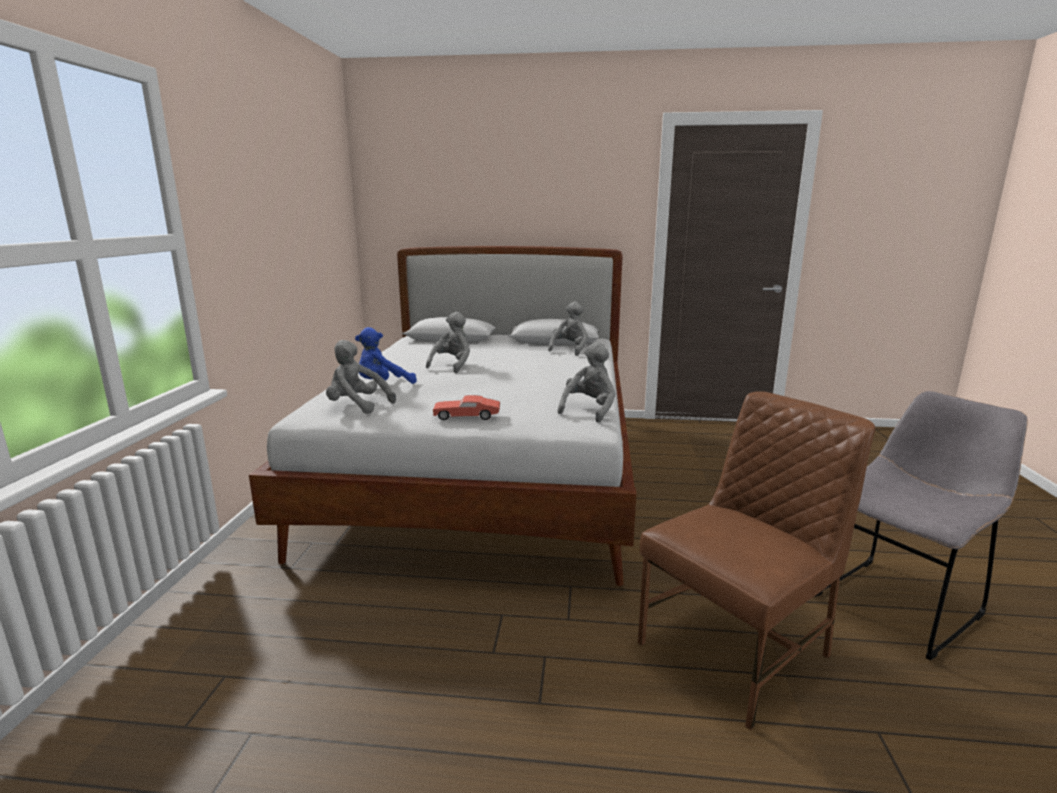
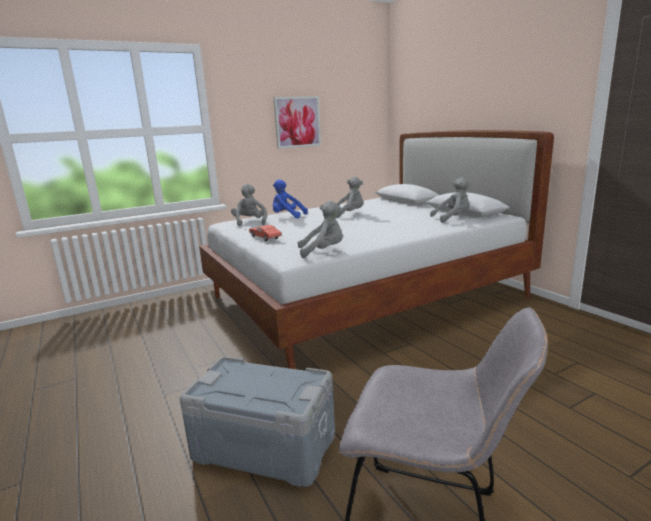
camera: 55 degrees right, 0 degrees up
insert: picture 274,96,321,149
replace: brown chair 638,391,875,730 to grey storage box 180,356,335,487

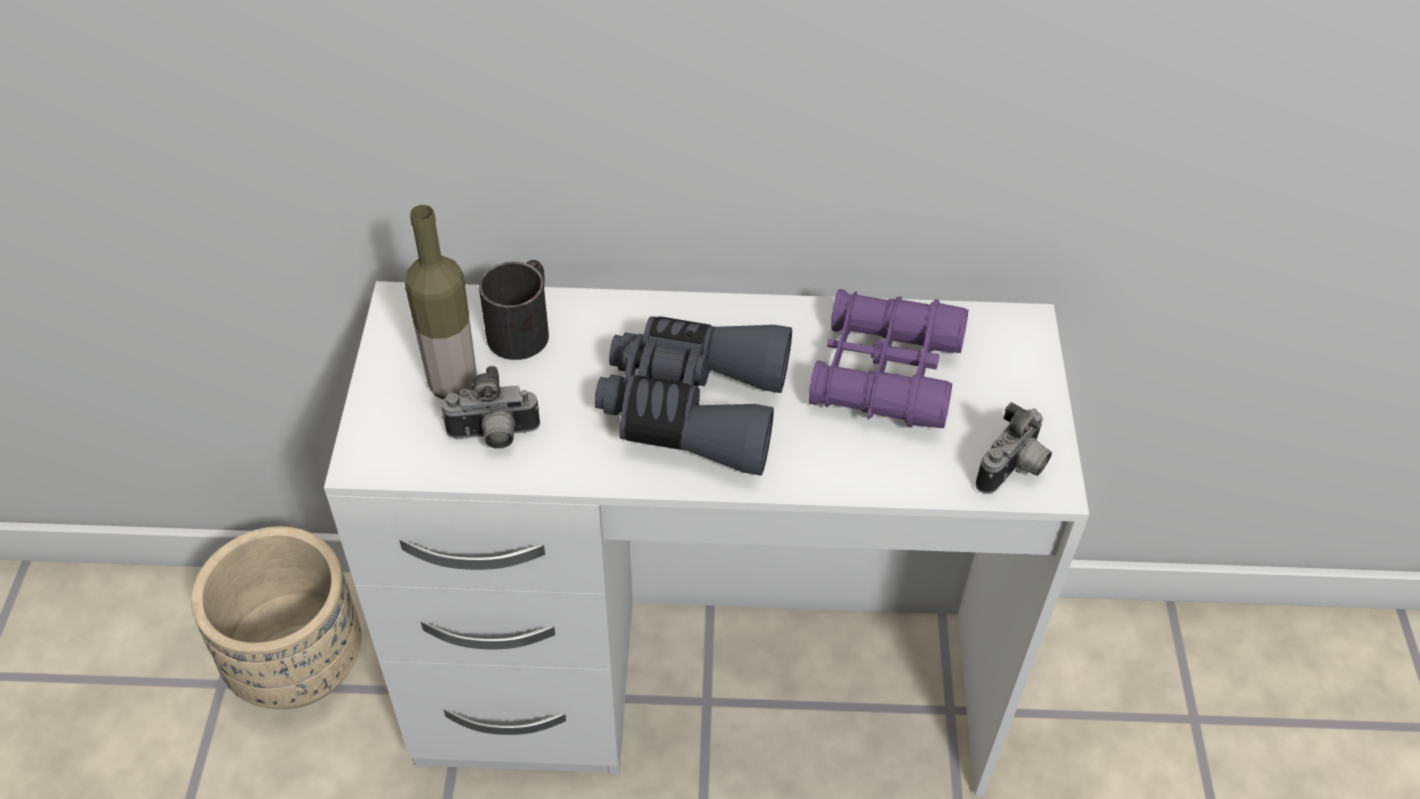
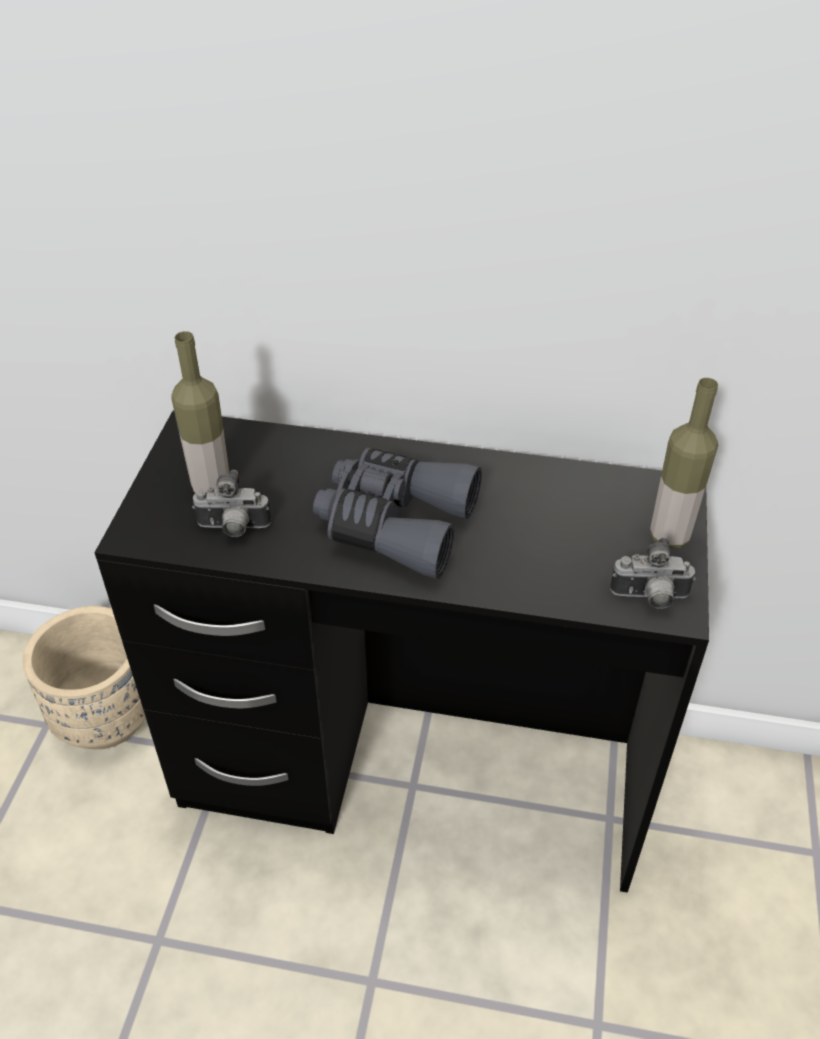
camera: 10 degrees right, 5 degrees down
delete: black mug 479,260,549,360; purple binoculars 809,289,968,429
insert: bottle 650,378,718,549
recolor: white desk 324,281,1089,797 to black desk 94,411,709,893
rotate: photo camera 975,402,1052,494 = 610,537,696,609 45 degrees clockwise

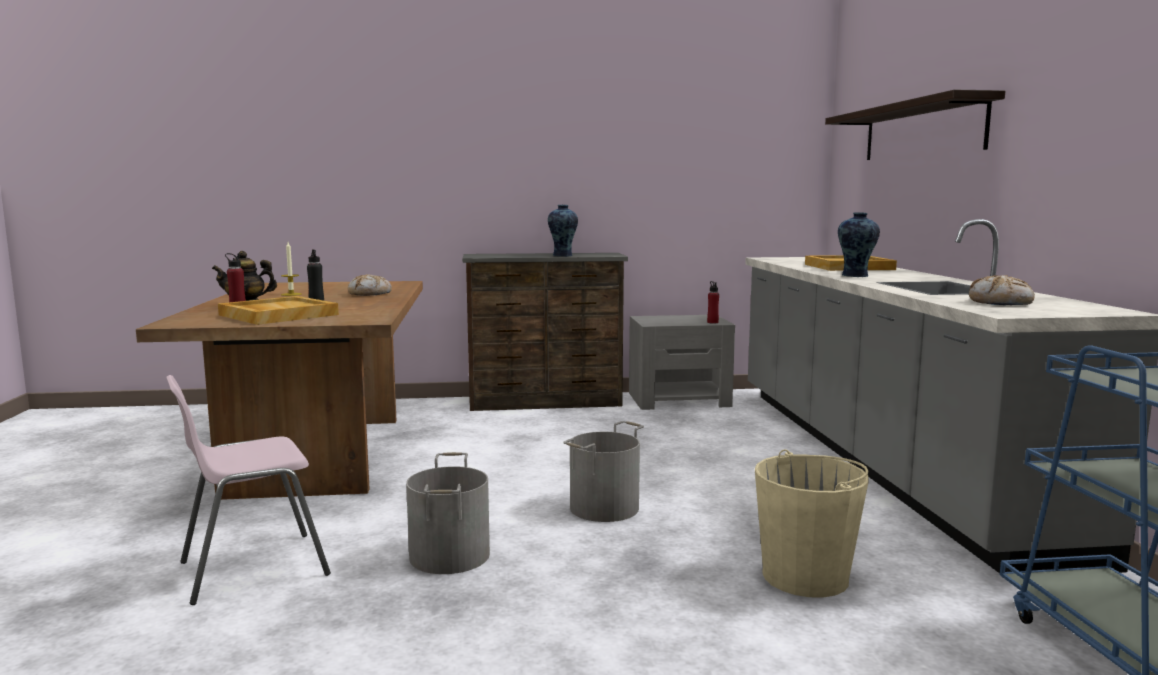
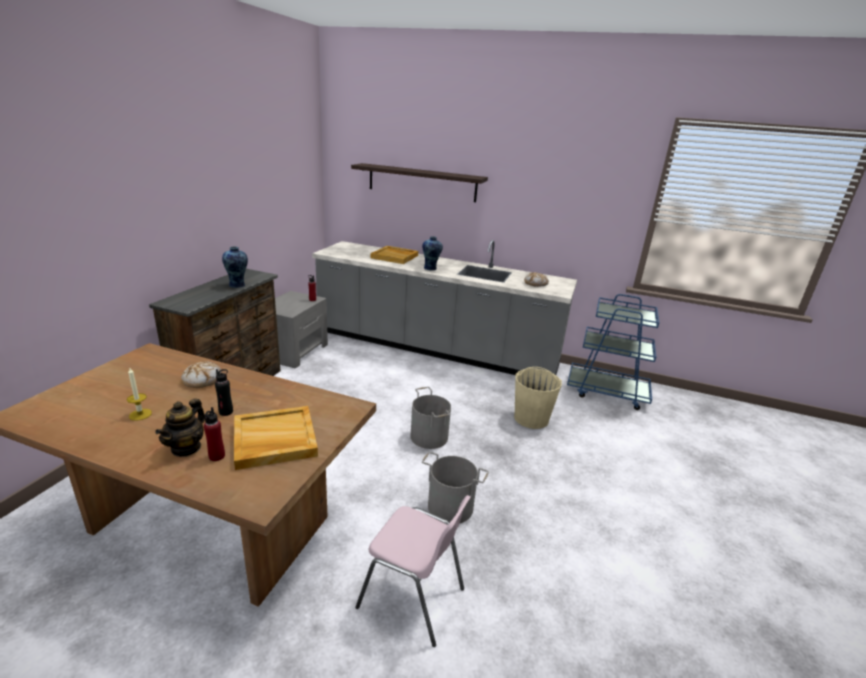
camera: 65 degrees left, 15 degrees up
rotate: pink chair 166,375,331,605 = 355,495,471,647 60 degrees counterclockwise

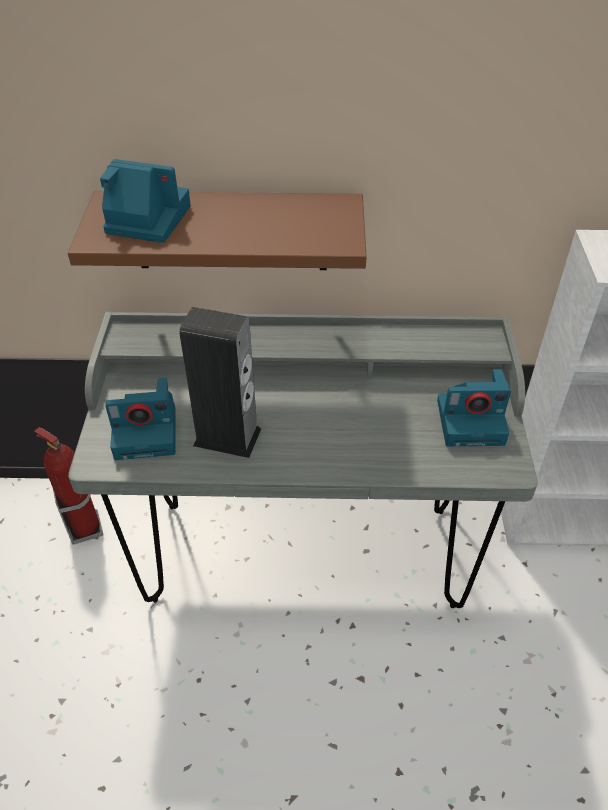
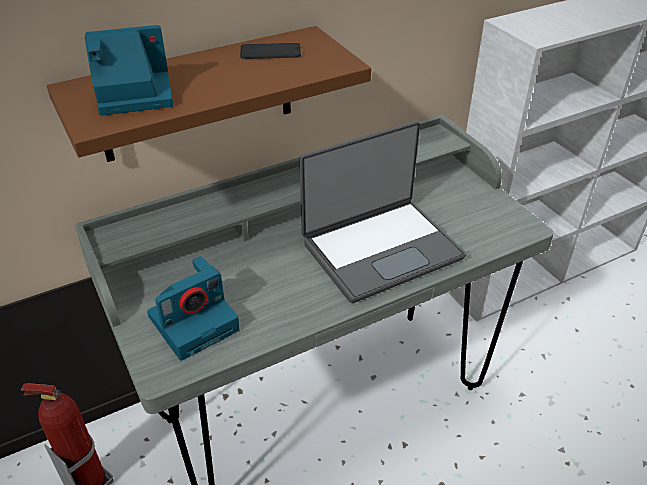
camera: 30 degrees left, 5 degrees down
delete: speaker 179,307,261,458; photo camera 437,369,511,446
insert: phone 240,43,301,59; laptop 299,121,467,303

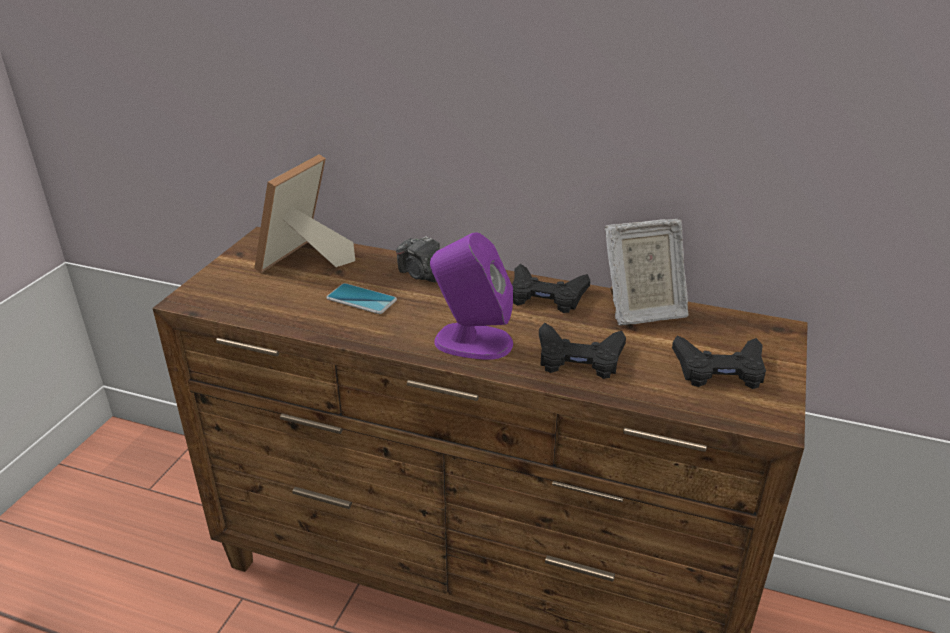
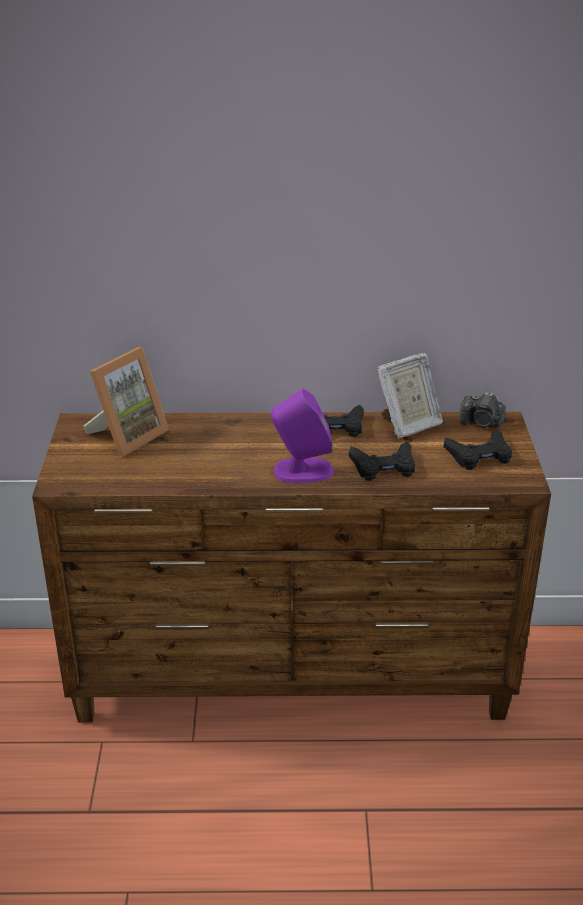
camera: 20 degrees left, 0 degrees up
delete: phone 326,283,397,314
move: photo camera 396,236,440,282 to 460,392,506,428
rotate: picture frame 254,154,355,273 = 84,347,169,457 150 degrees counterclockwise

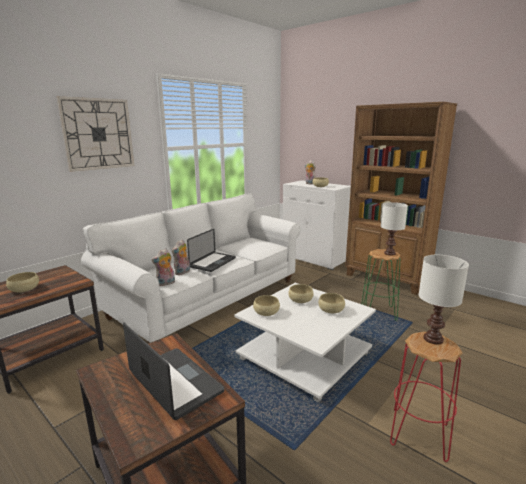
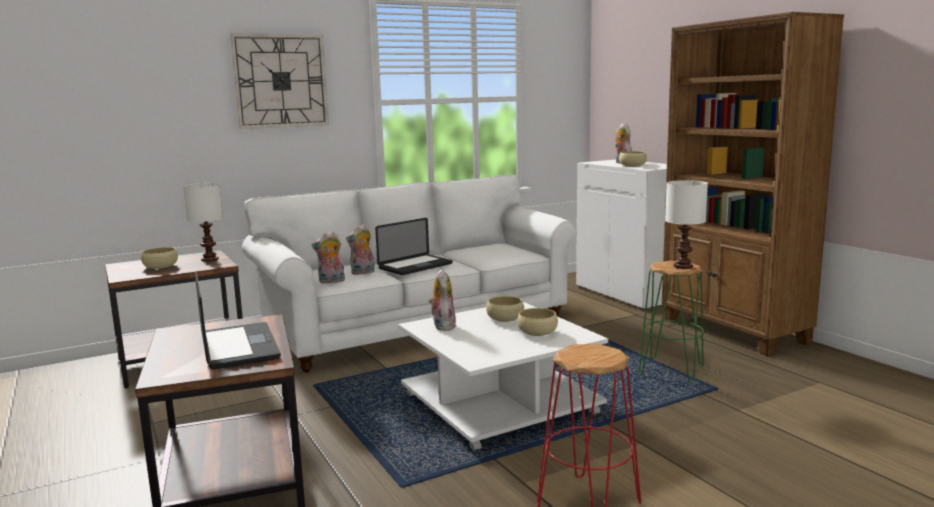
camera: 20 degrees right, 5 degrees down
move: white table lamp 419,255,469,344 to 183,183,224,262
replace: beige bowl 253,295,280,316 to plush toy 429,269,456,331

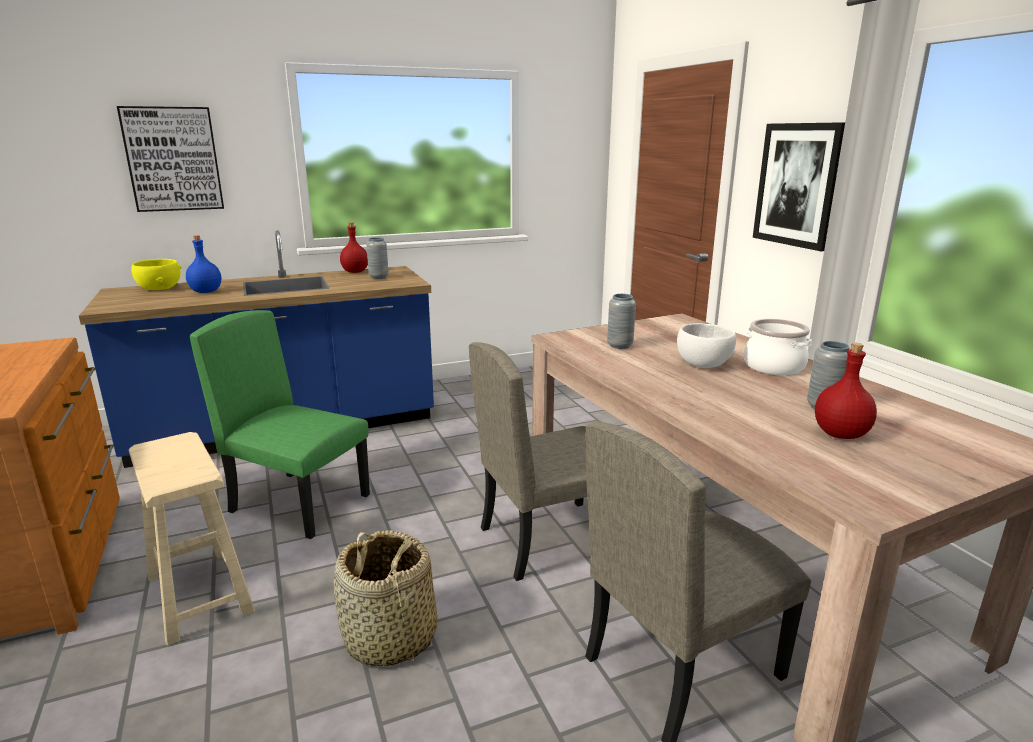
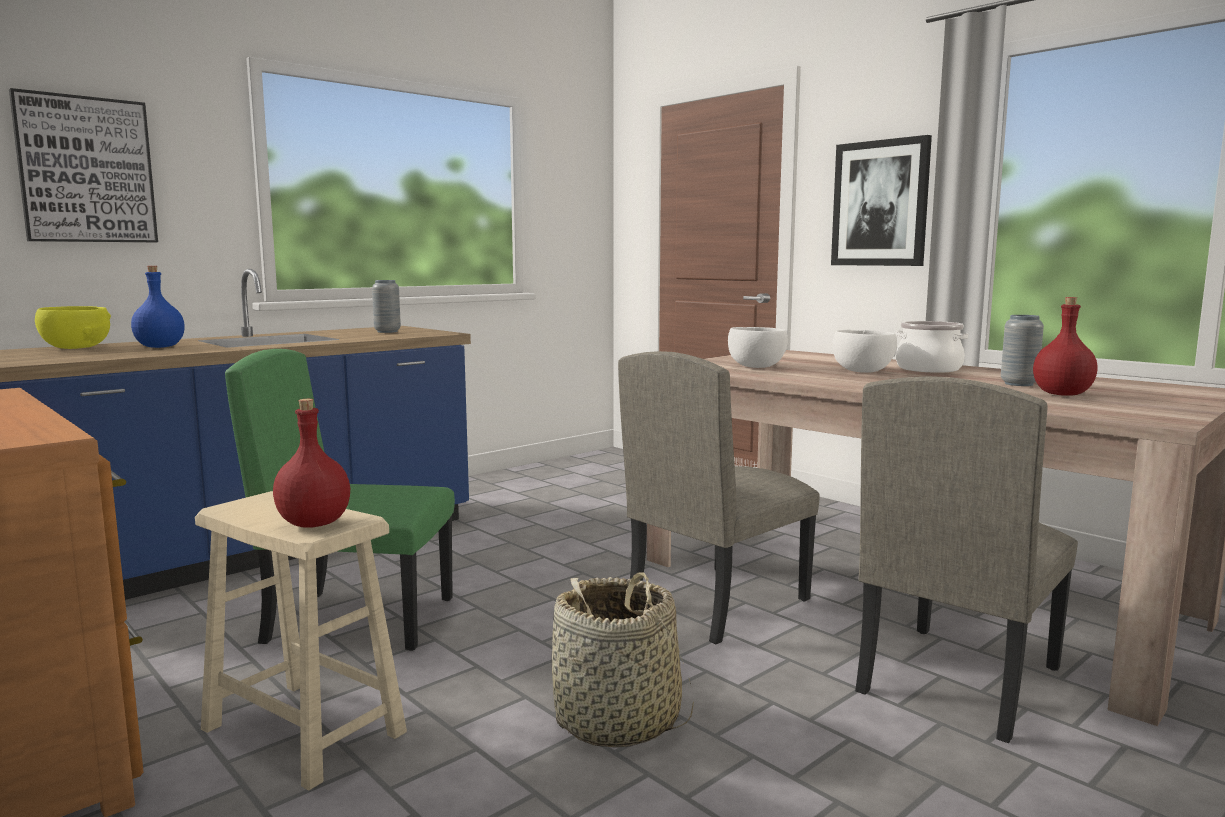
camera: 20 degrees left, 10 degrees down
move: red bottle 340,222,368,273 to 273,399,350,528
replace: grey vase 607,294,636,349 to white bowl 728,327,788,368

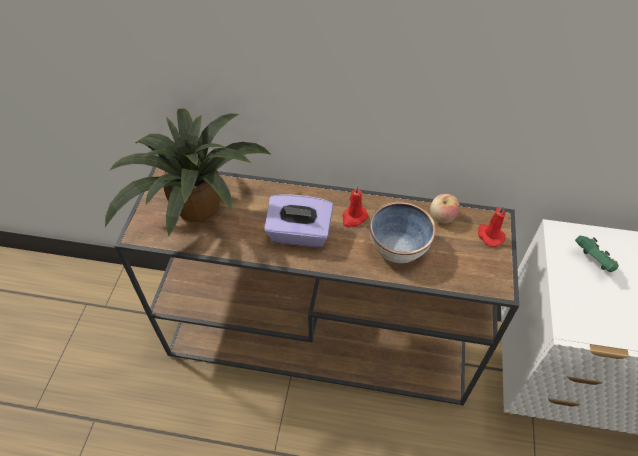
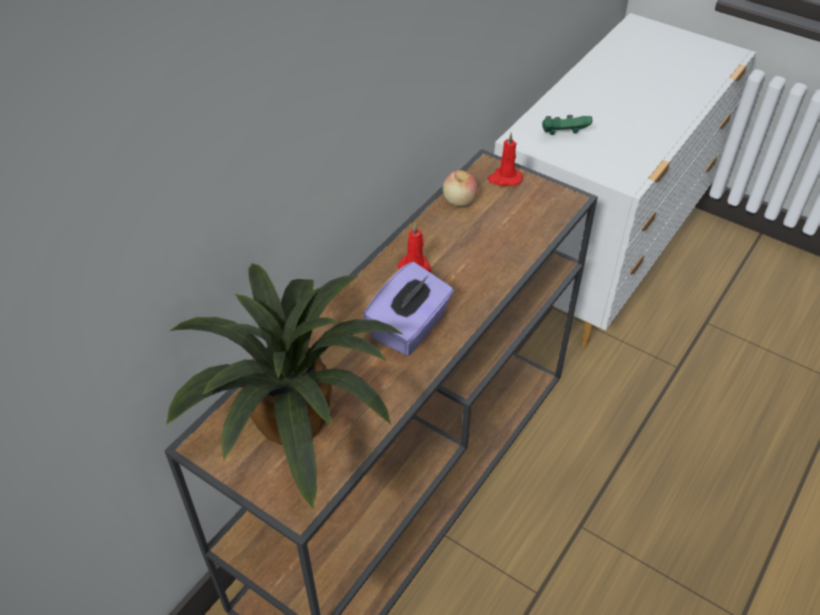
camera: 65 degrees left, 5 degrees down
delete: bowl 369,202,436,263

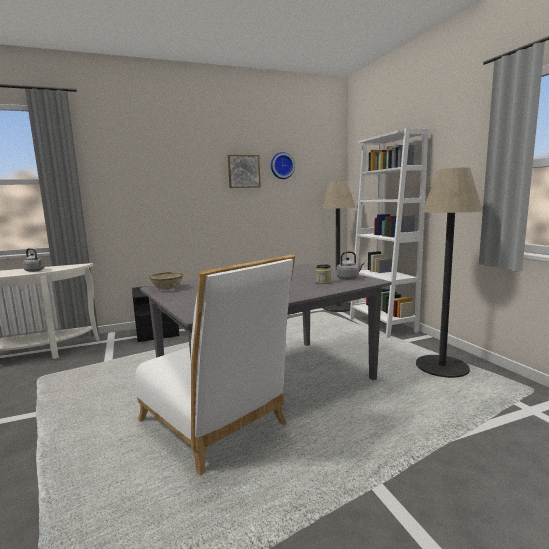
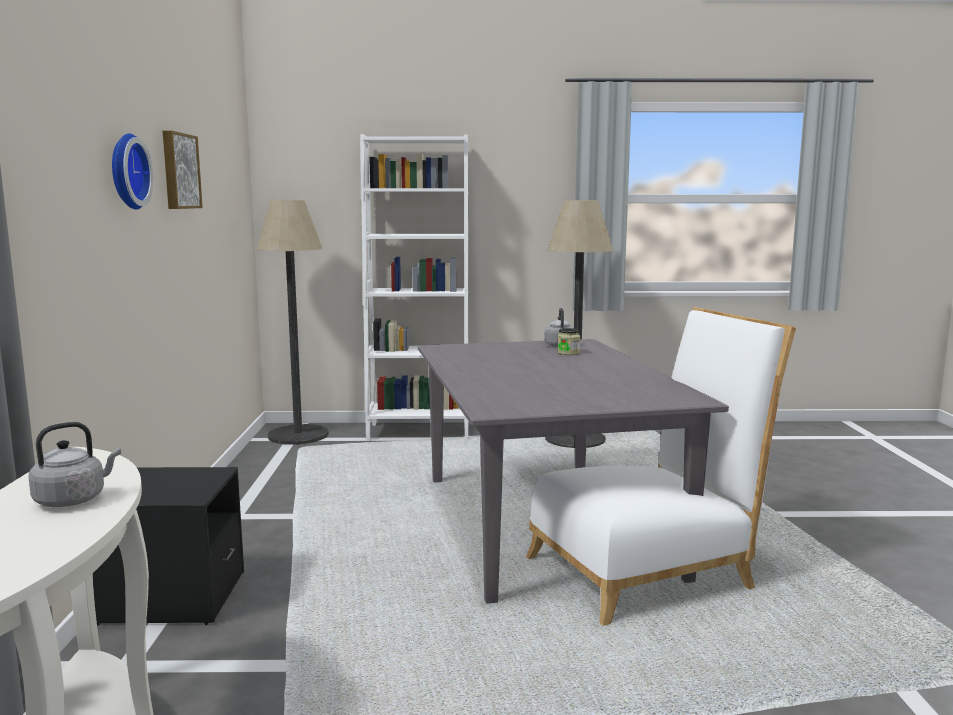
camera: 70 degrees left, 0 degrees up
delete: bowl 149,273,183,290
move: wall clock 271,152,295,179 to 112,133,153,210

